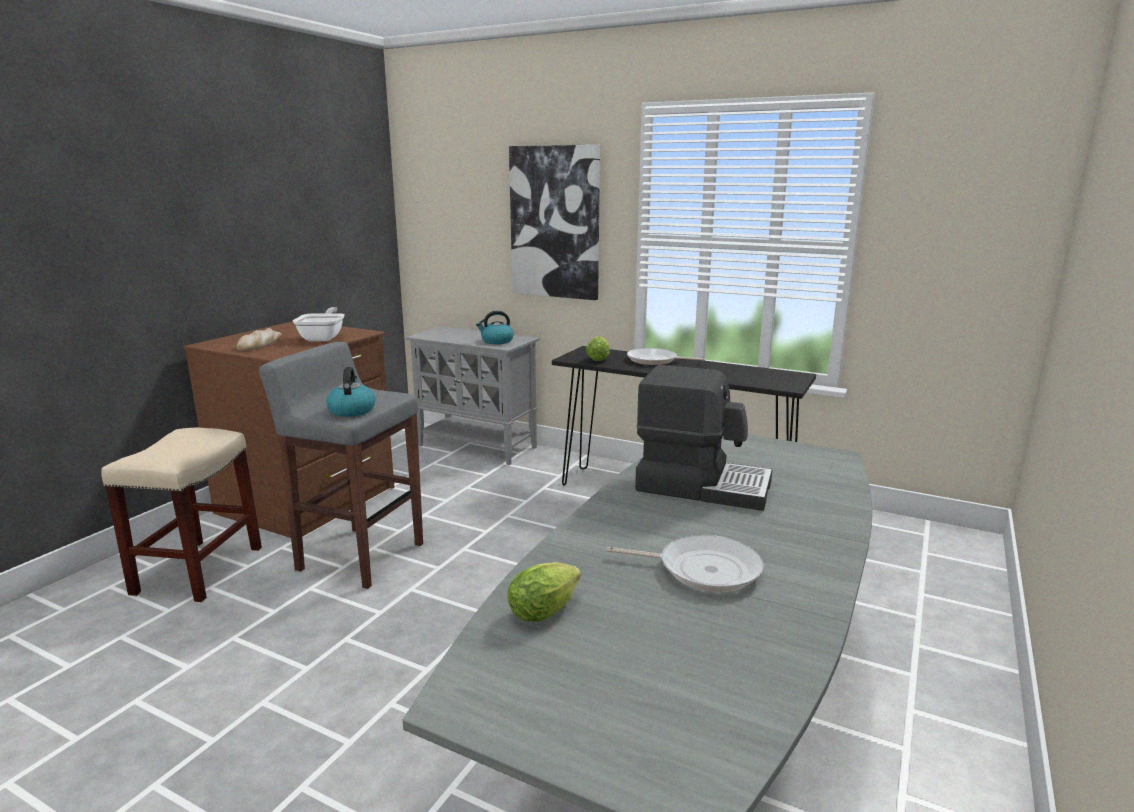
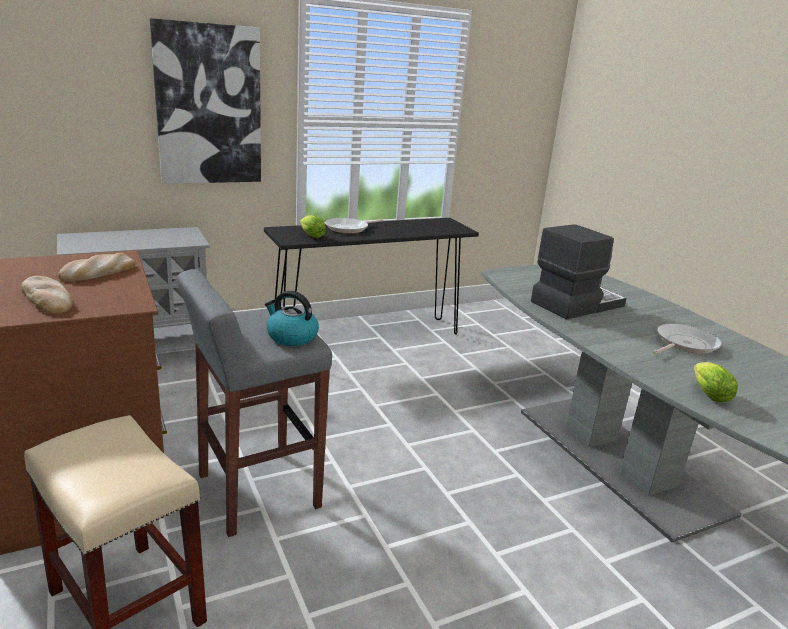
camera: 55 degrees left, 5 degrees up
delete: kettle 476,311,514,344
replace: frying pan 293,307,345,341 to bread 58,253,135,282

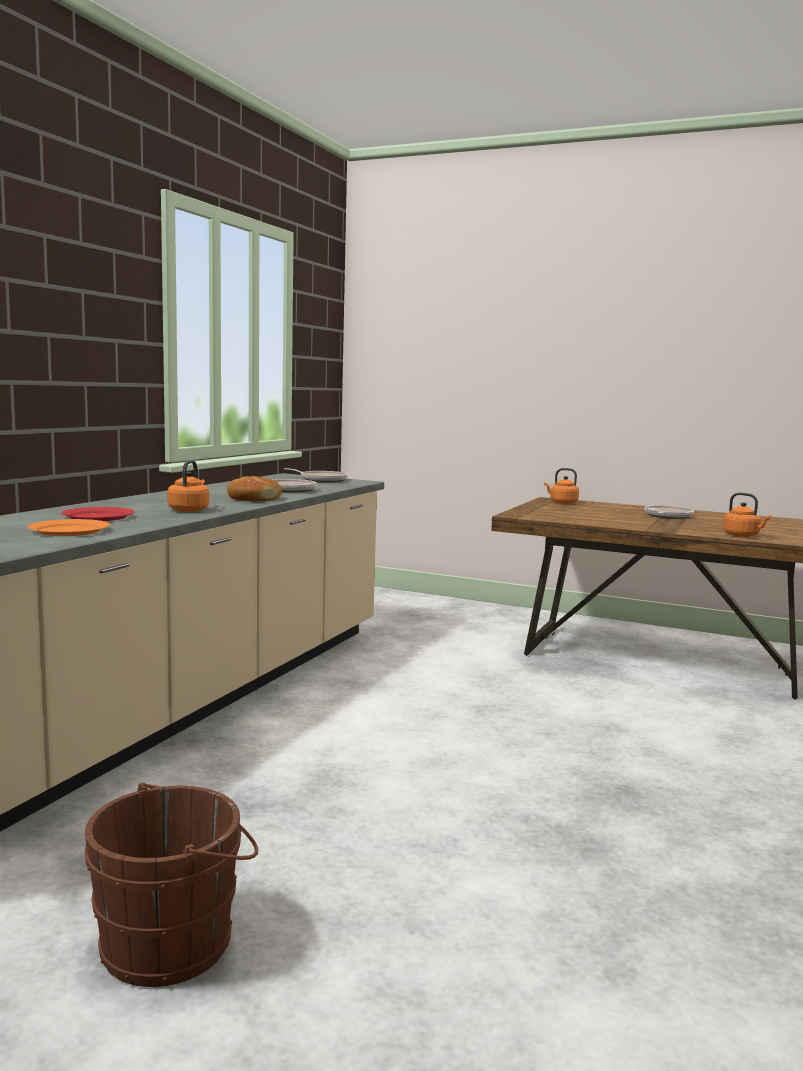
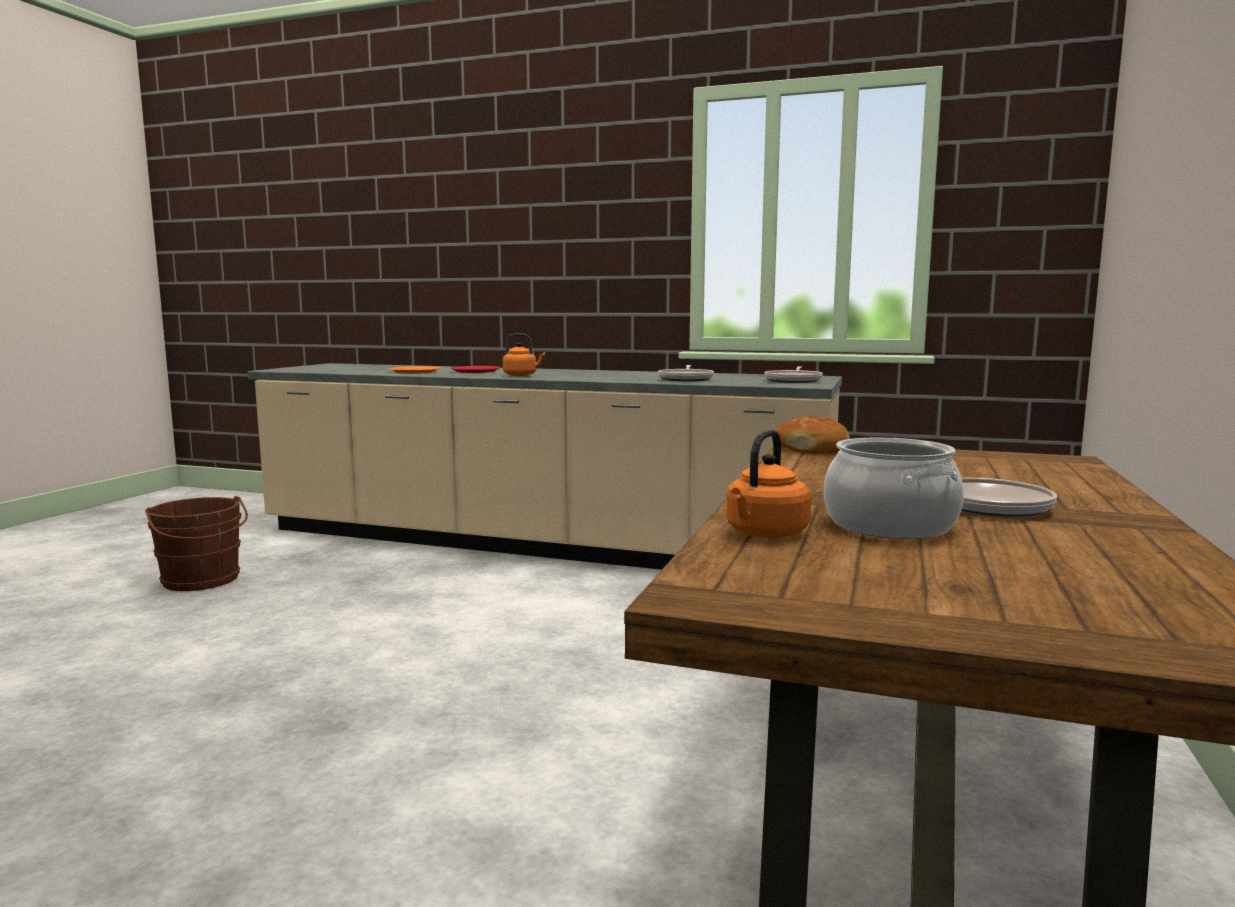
camera: 85 degrees right, 0 degrees up
delete: orange kettle 544,468,579,504
insert: cooking pot 824,438,964,539
move: bread 227,476,282,501 to 776,416,850,454

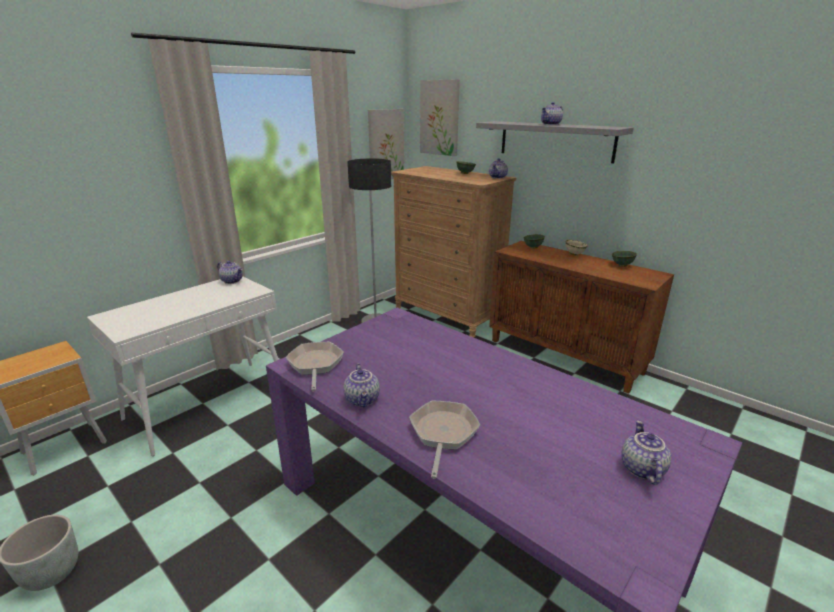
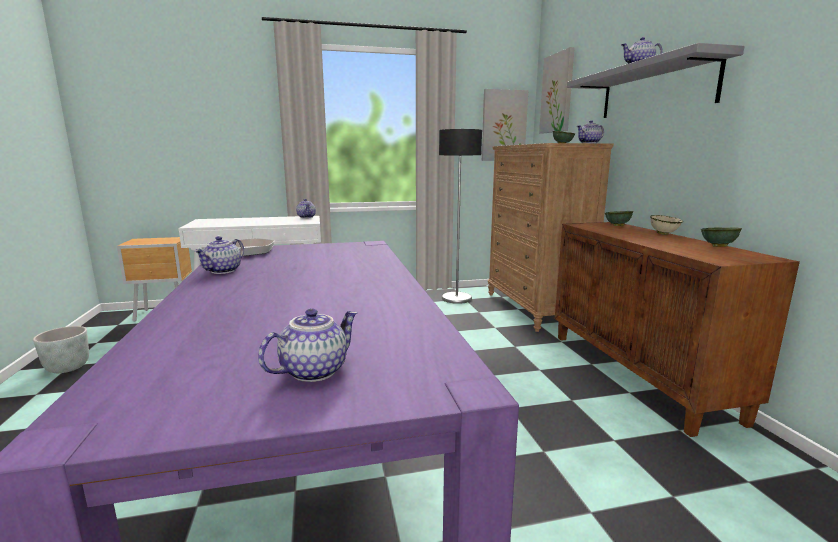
camera: 35 degrees right, 10 degrees down
delete: frying pan 409,401,480,479

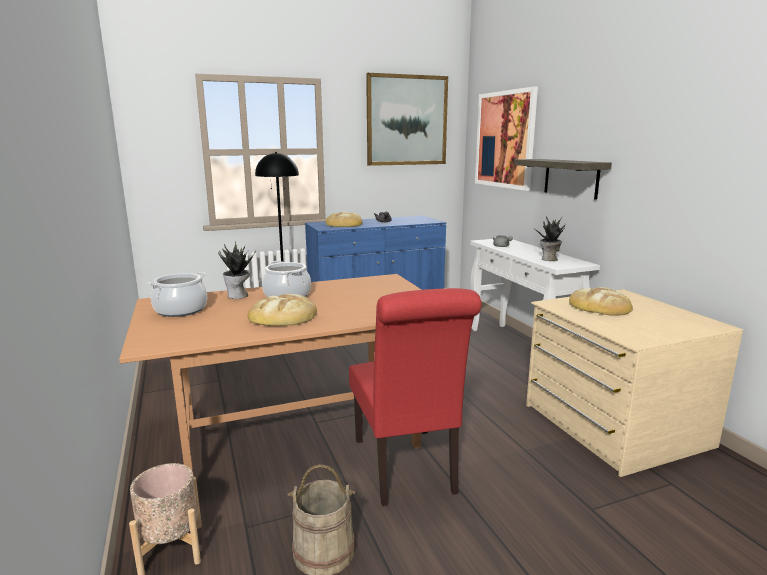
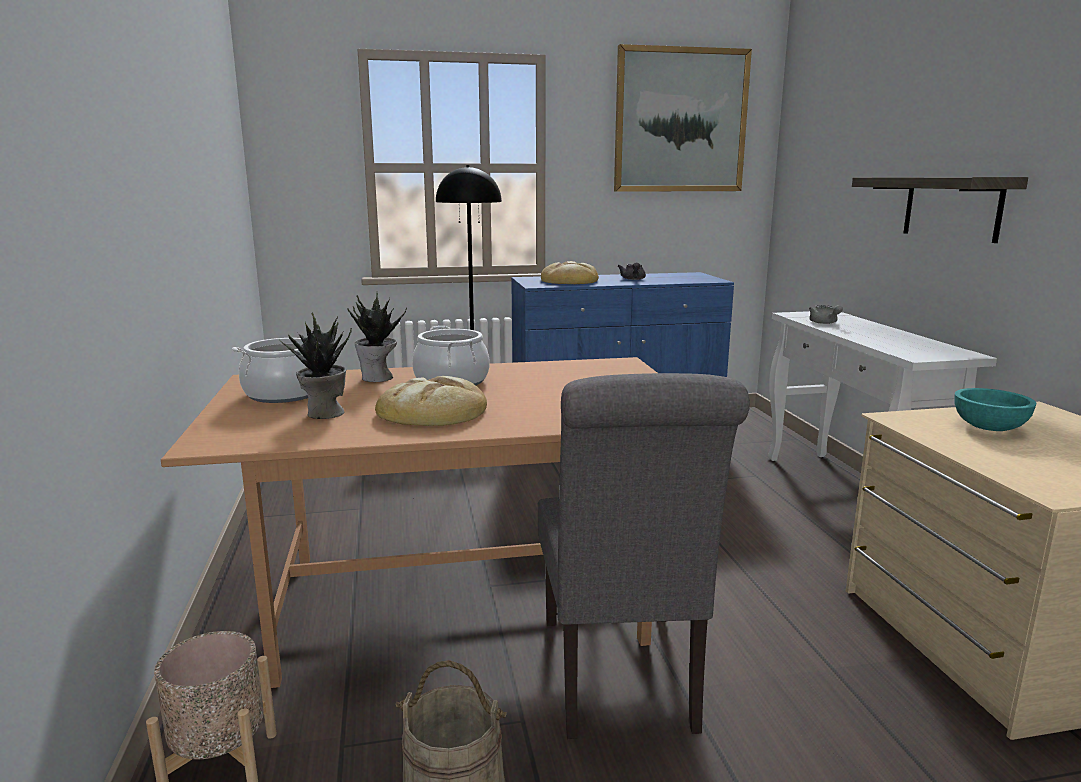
camera: 10 degrees right, 0 degrees up
delete: picture 475,86,538,191
move: potted plant 535,216,566,261 to 280,313,352,419
replace: bread 569,287,633,316 to turquoise bowl 955,388,1036,431
recolor: red chair 349,288,482,506 to grey chair 538,373,750,739

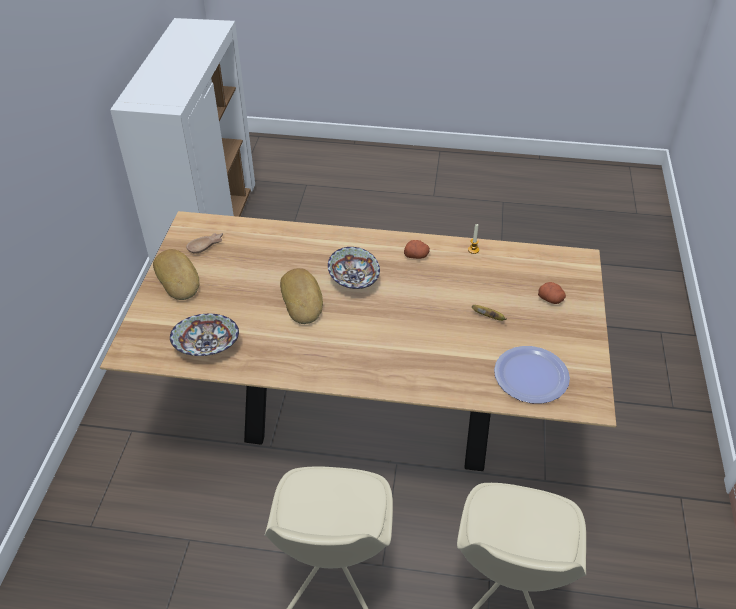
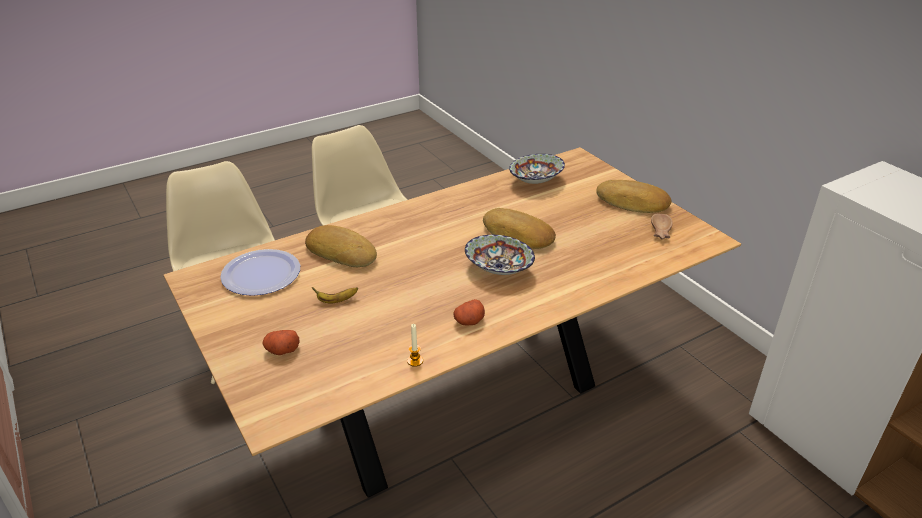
camera: 140 degrees right, 10 degrees down
insert: bread 305,225,377,267

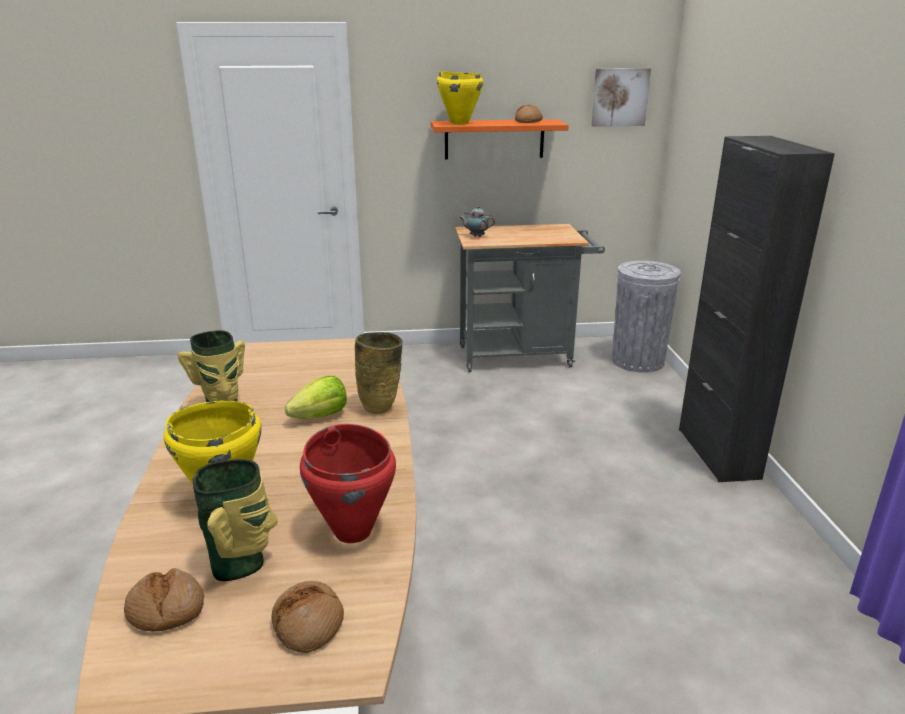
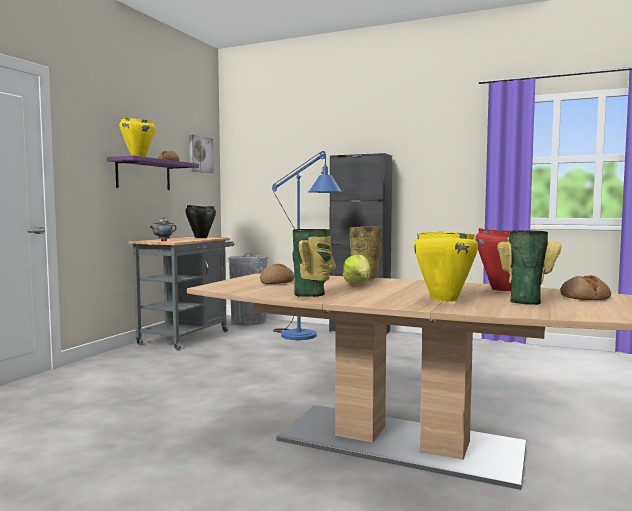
camera: 60 degrees left, 20 degrees down
insert: black cooking pot 185,205,216,238; blue floor lamp 272,151,343,340
move: bread 124,568,204,632 to 260,264,294,284
recolor: orange shelf 431,119,569,159 to purple shelf 107,155,199,190

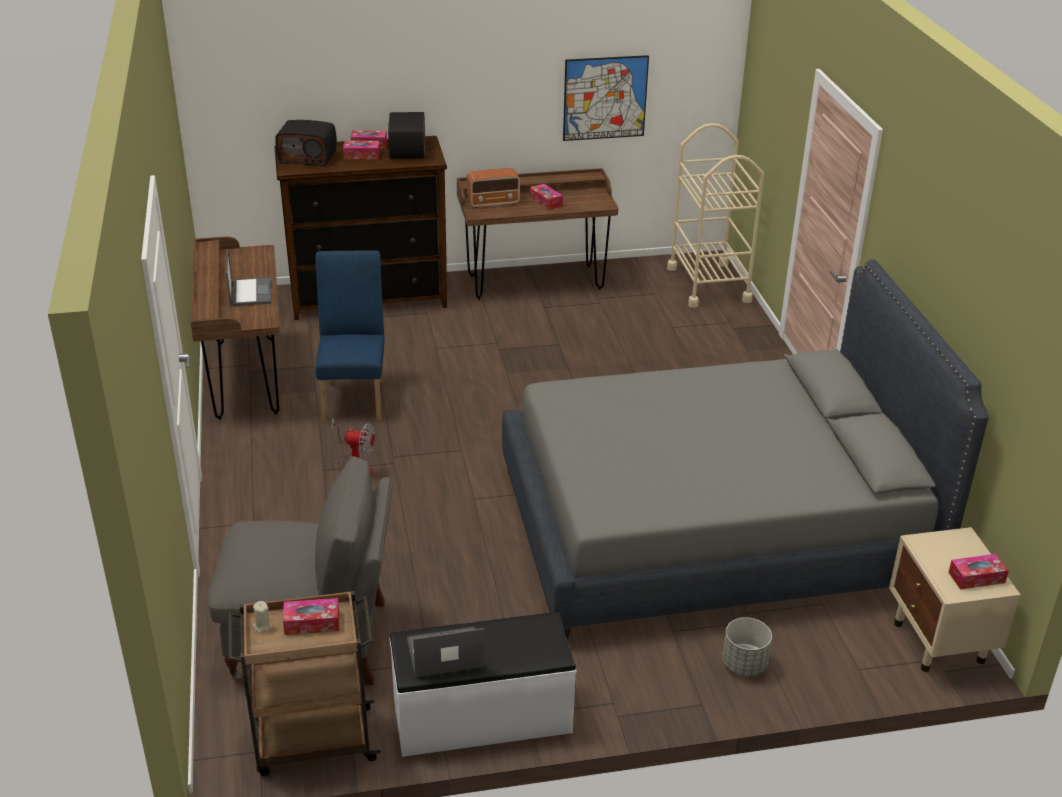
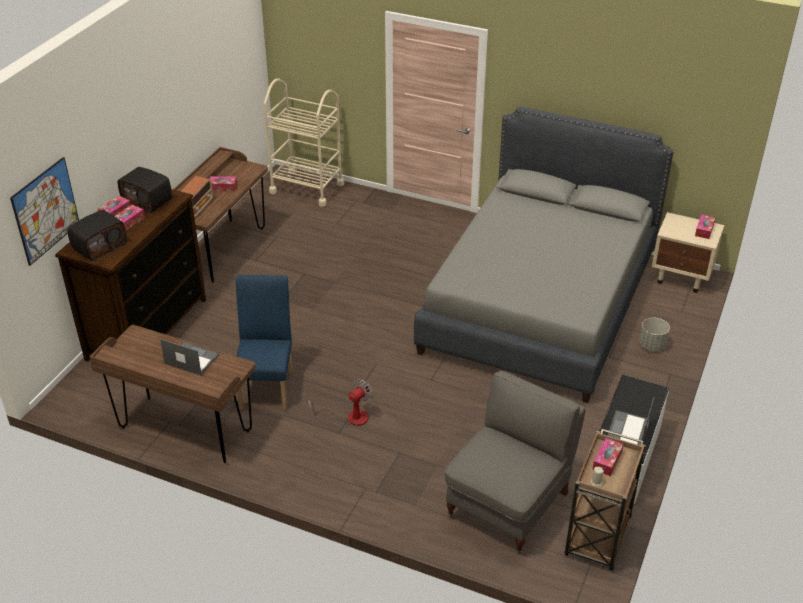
camera: 55 degrees left, 5 degrees up
move: picture 563,55,649,141 to 10,157,79,266
rotate: blue chair 315,250,384,422 = 236,275,293,410 60 degrees clockwise

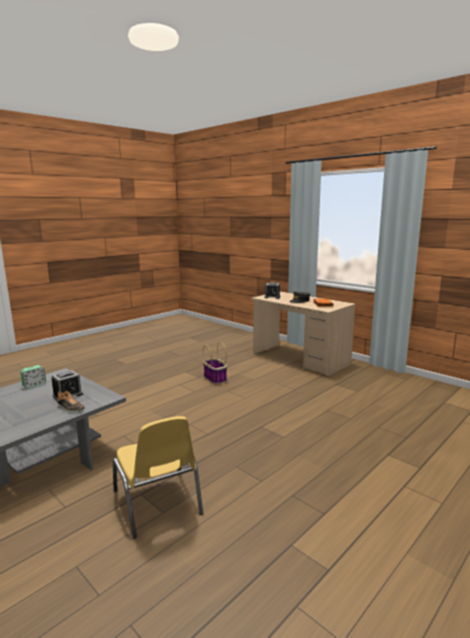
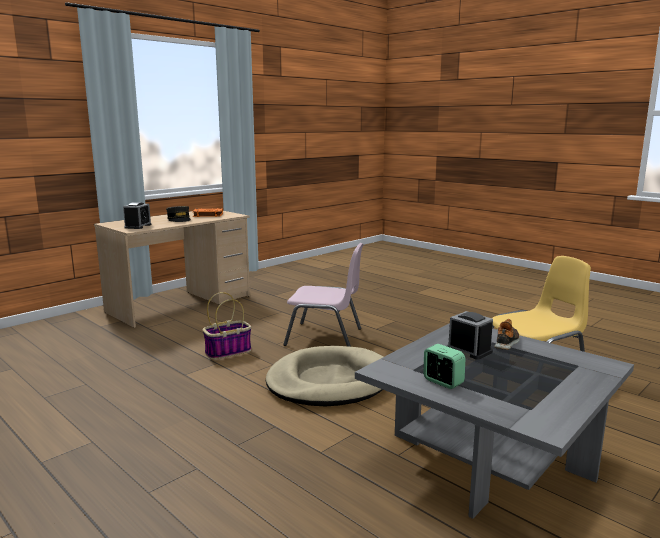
camera: 90 degrees left, 0 degrees up
insert: beige dog bed 266,346,383,406; pink chair 283,243,364,347

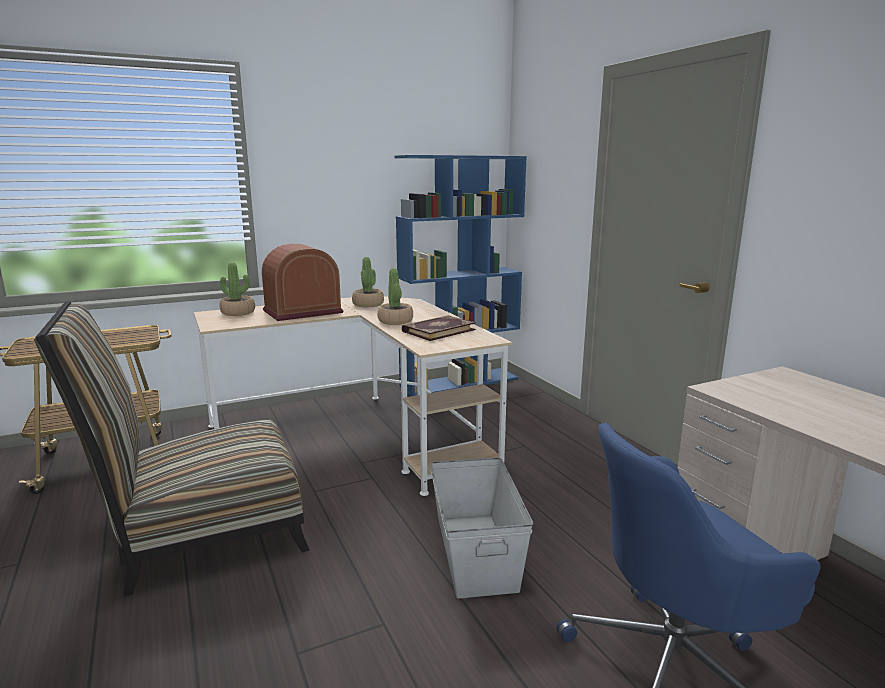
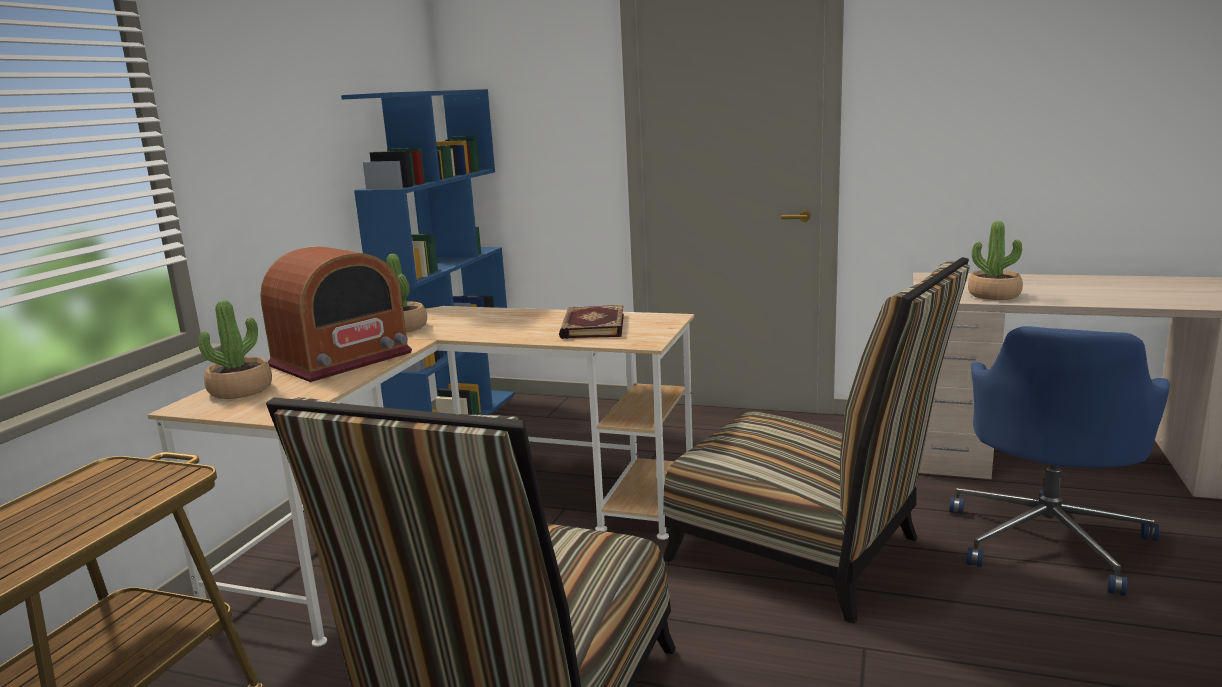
camera: 45 degrees left, 0 degrees up
move: potted plant 378,268,413,325 to 968,221,1023,300
replace: grey storage box 430,457,533,599 to chair 663,257,970,624
rotate: radio 262,244,343,321 = 260,246,412,382 150 degrees counterclockwise

